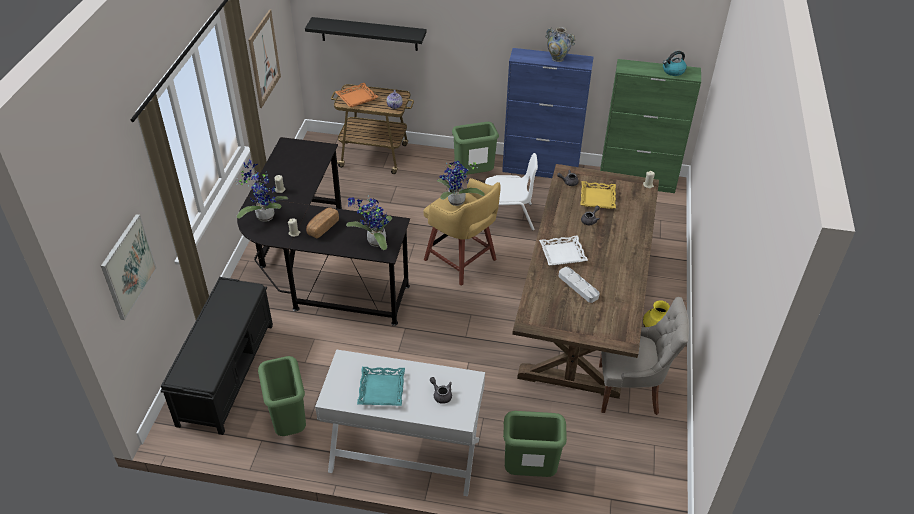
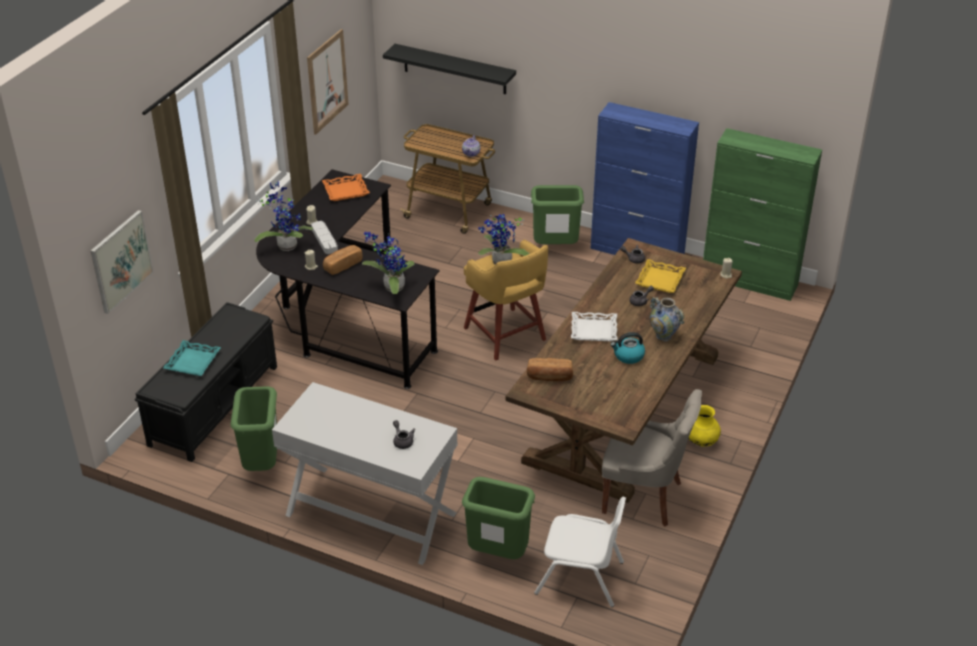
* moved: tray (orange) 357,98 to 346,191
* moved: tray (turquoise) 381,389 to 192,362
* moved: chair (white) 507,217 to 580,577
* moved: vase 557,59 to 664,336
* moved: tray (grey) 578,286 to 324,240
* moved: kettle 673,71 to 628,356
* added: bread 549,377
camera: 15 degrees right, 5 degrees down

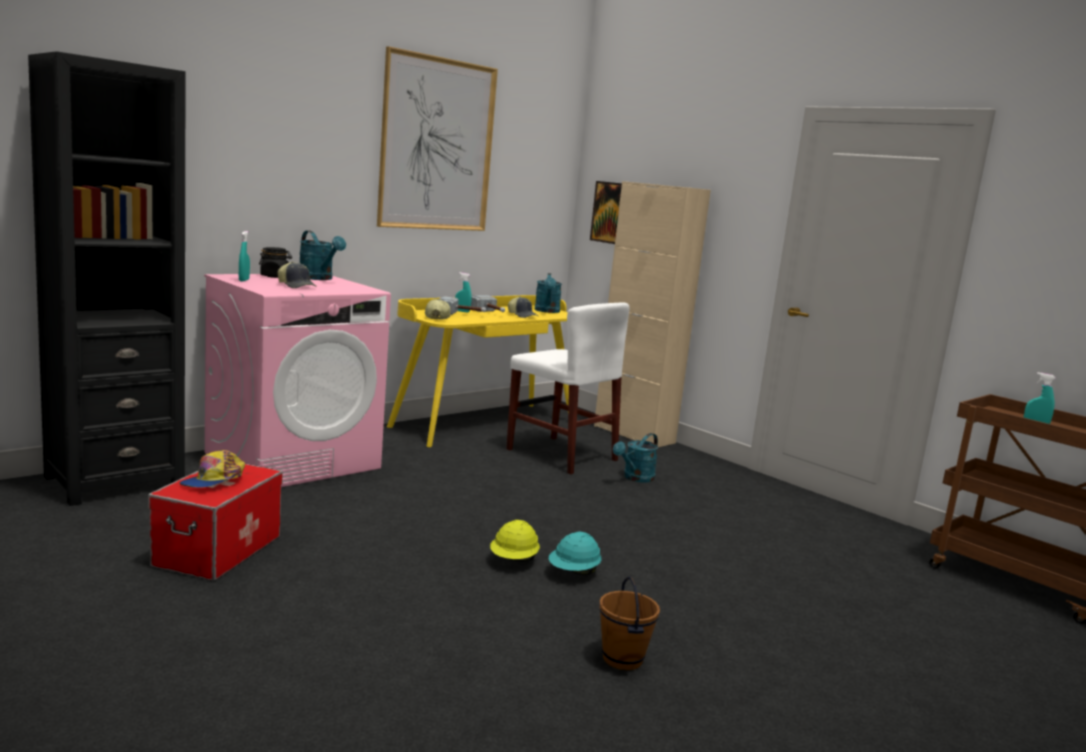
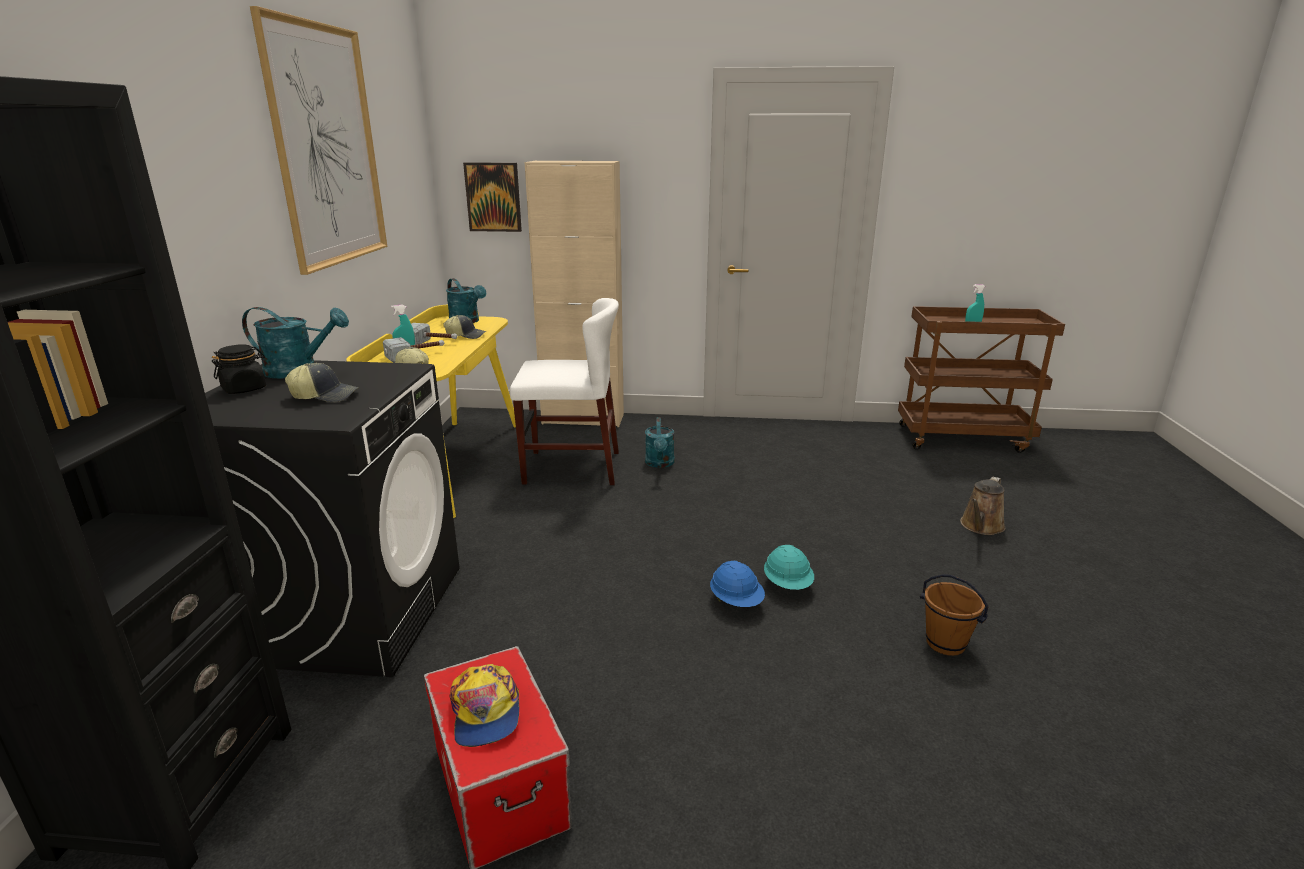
* recoloured: washing machine (pink) 293,460 to washing machine (black) 352,611
* removed: spray bottle (turquoise) 244,280
* recoloured: hard hat (yellow) 514,561 to hard hat (blue) 736,602
* added: watering can (brown) 981,526
camera: 40 degrees left, 10 degrees up

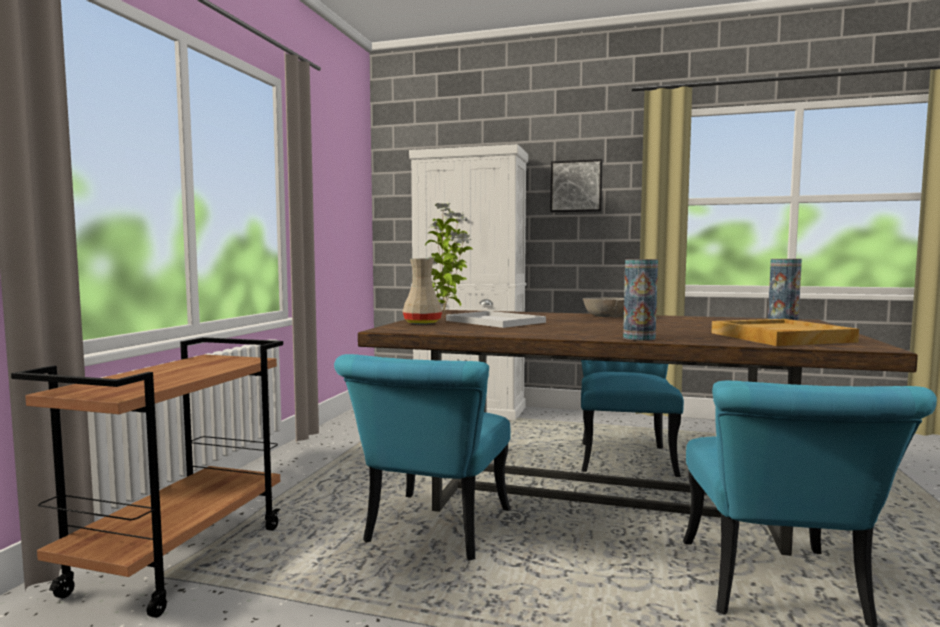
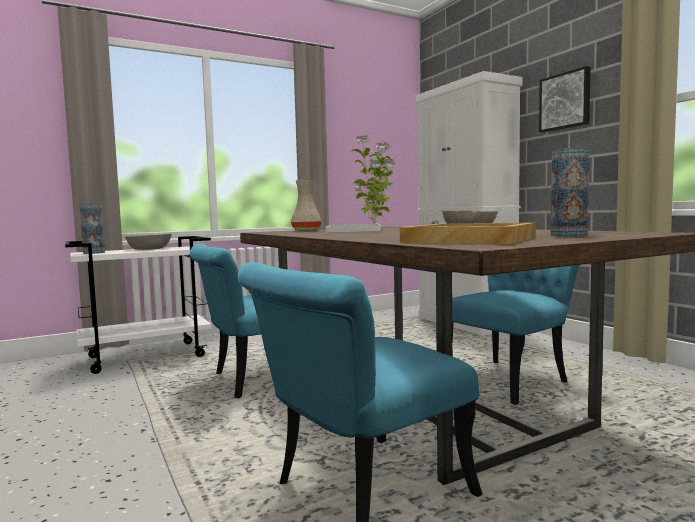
* recoloured: cart (brown) 179,558 to cart (white) 147,356
* moved: vase 639,338 to 94,253
* added: bowl (grey) 149,249
camera: 45 degrees right, 0 degrees up

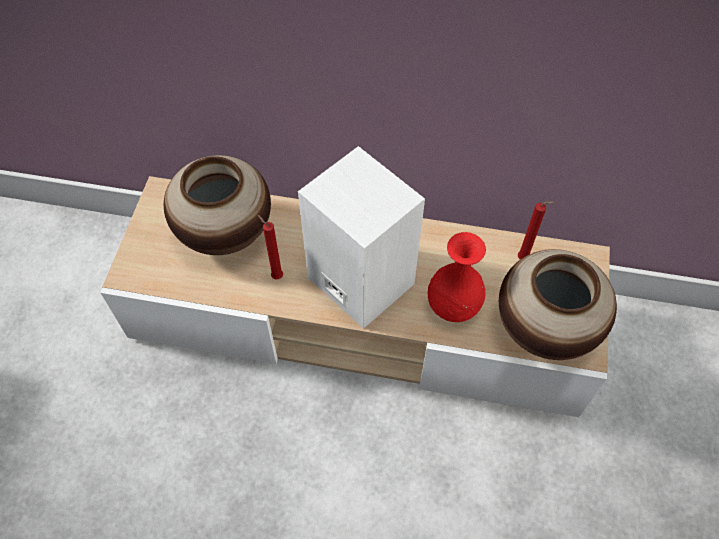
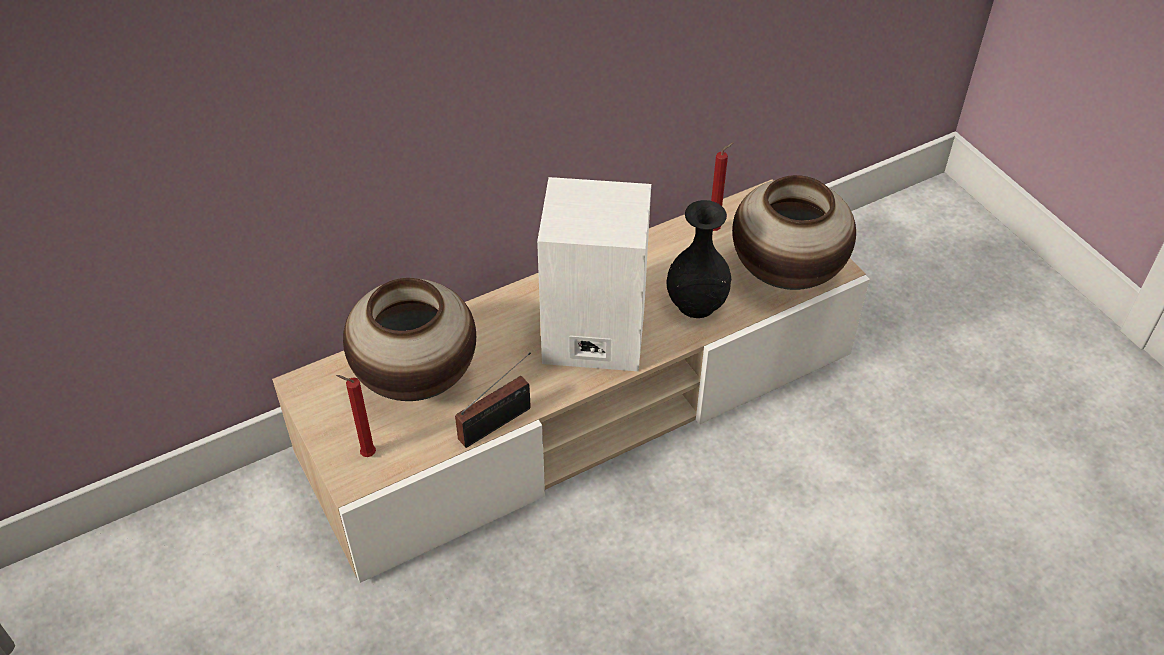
* moved: candle (red) 275,275 to 366,454
* recoloured: vase (red) 452,307 to vase (black) 696,304
* added: radio 499,422
camera: 40 degrees left, 10 degrees down

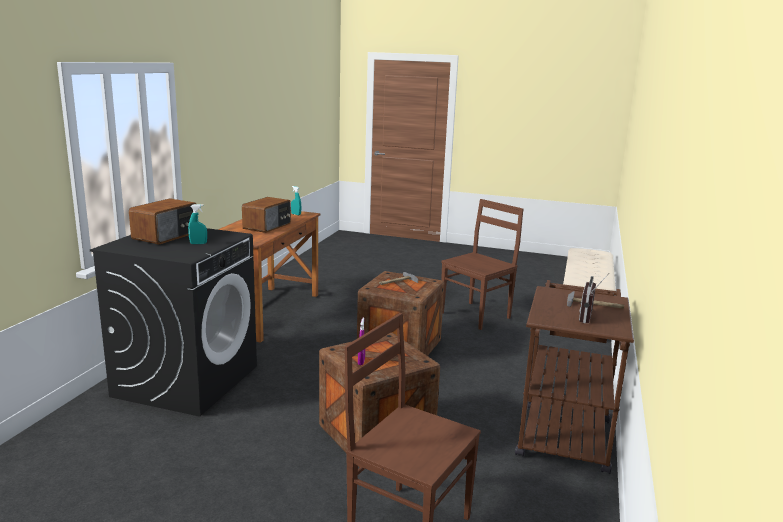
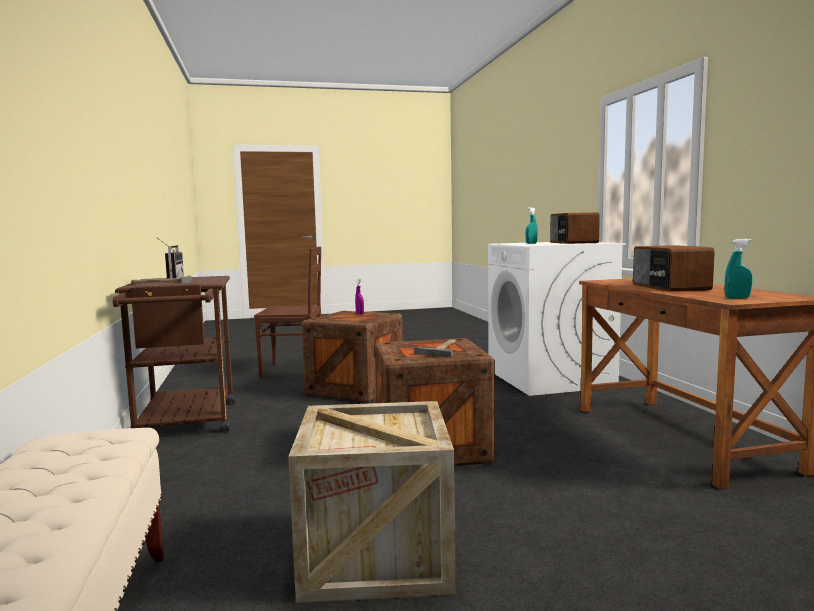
* recoloured: washing machine (black) 186,380 to washing machine (white) 550,378
* replaced: chair (brown) 476,315 to crate 376,554
camera: 150 degrees right, 10 degrees down

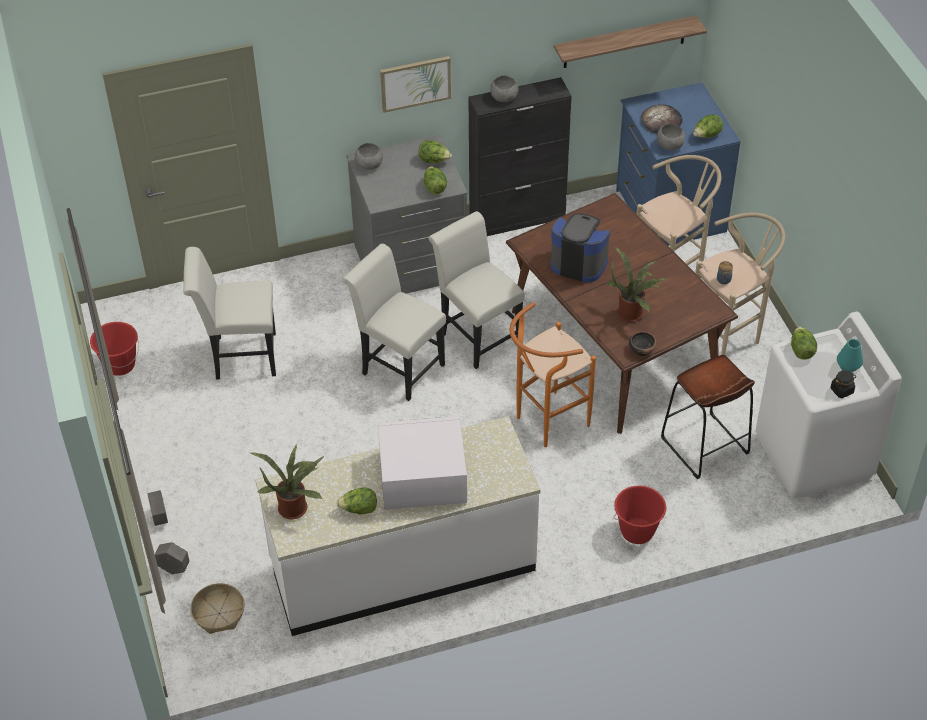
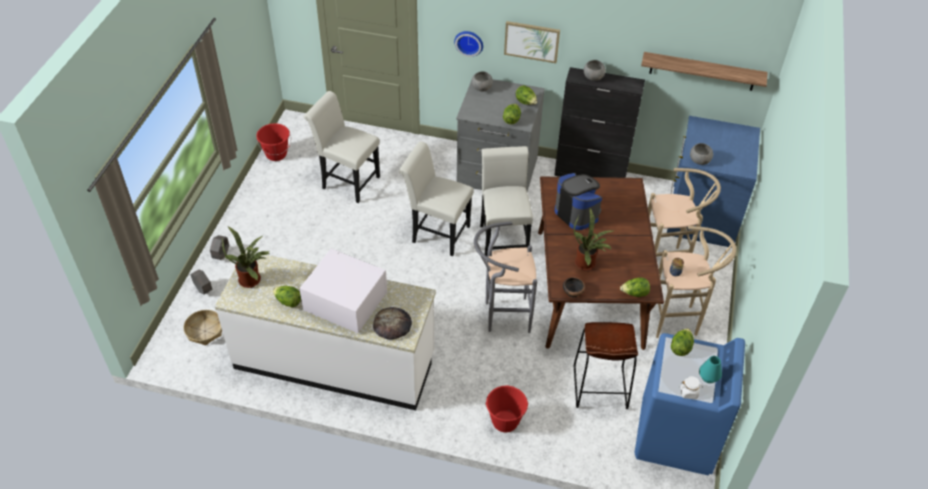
* turned: chair (white) 398,366 = 436,233 45 degrees counterclockwise
* recoloured: stool (orange) 546,423 to stool (grey) 502,316
* moved: bread 661,121 to 392,325
* moved: lettuce 706,136 to 634,293
* recoloured: washing machine (white) 813,456 to washing machine (blue) 676,436
* recoloured: jar (black) 842,390 to jar (white) 689,392
* added: wall clock 469,42
camera: 30 degrees right, 0 degrees up

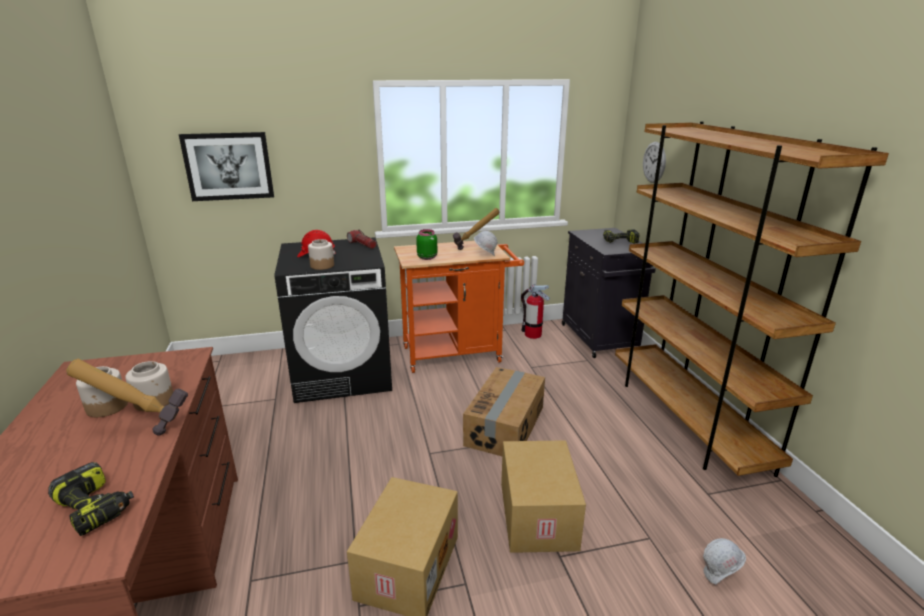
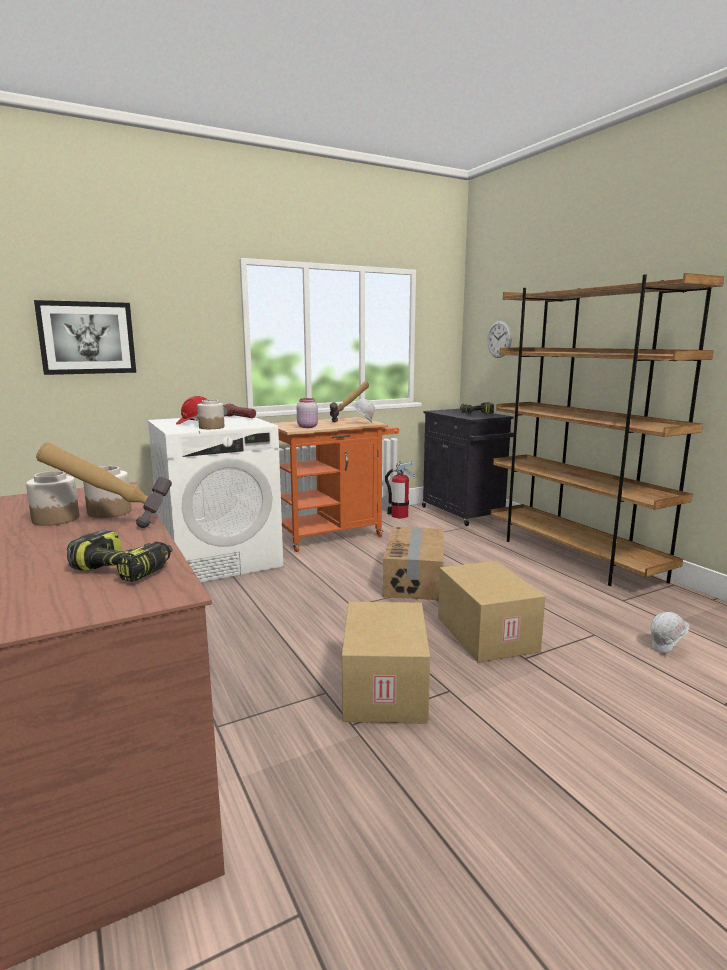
* recoloured: washing machine (black) 343,373 to washing machine (white) 220,559
* recoloured: jar (green) 427,257 to jar (pink) 307,427
camera: 15 degrees left, 10 degrees down

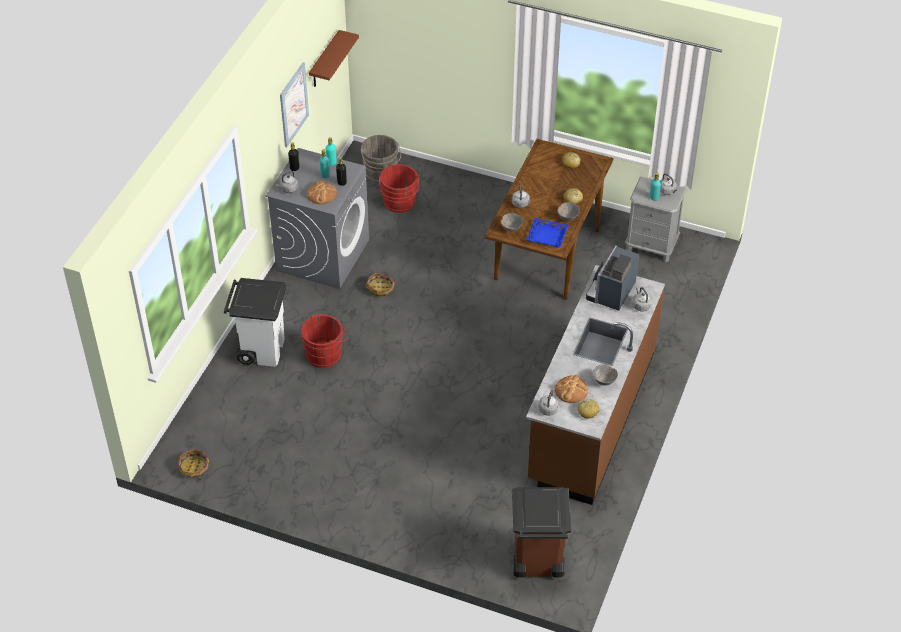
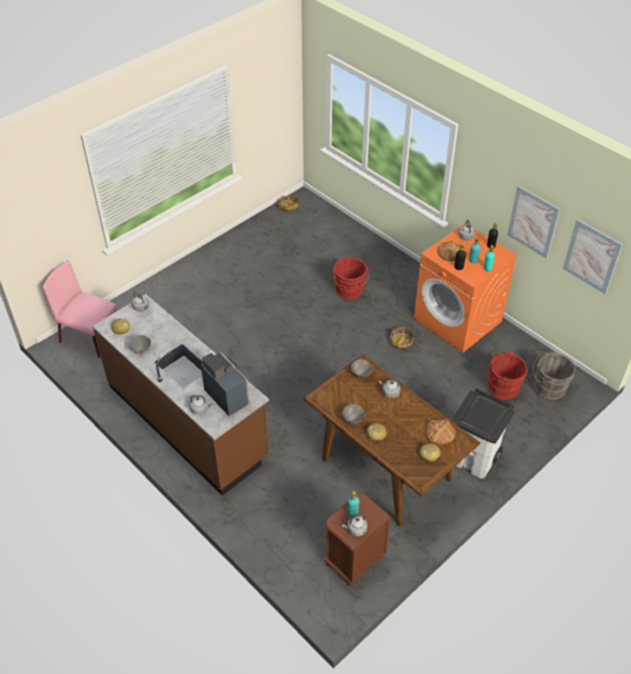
* moved: trash can (white) 261,349 to 474,458
* recoloured: washing machine (grey) 323,254 to washing machine (orange) 458,320
* replaced: shelf (brown) 324,61 to picture 592,256
* replaced: trash can (brown) 537,561 to chair (pink) 91,338
* removed: tray (blue) 547,236
* moved: bread 571,390 to 439,432
* recoloured: nightstand (grey) 651,246 to nightstand (brown) 354,561
camera: 115 degrees right, 0 degrees up

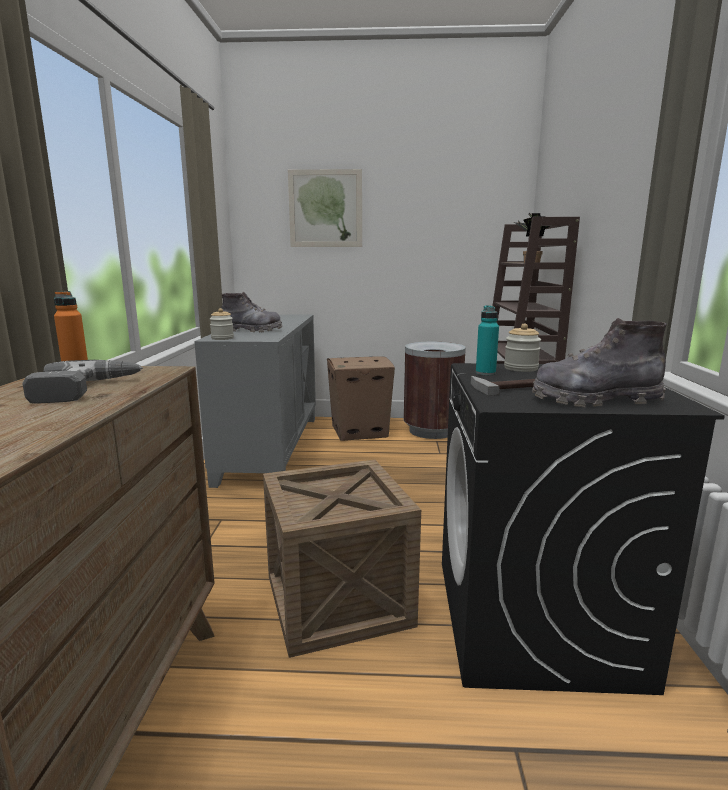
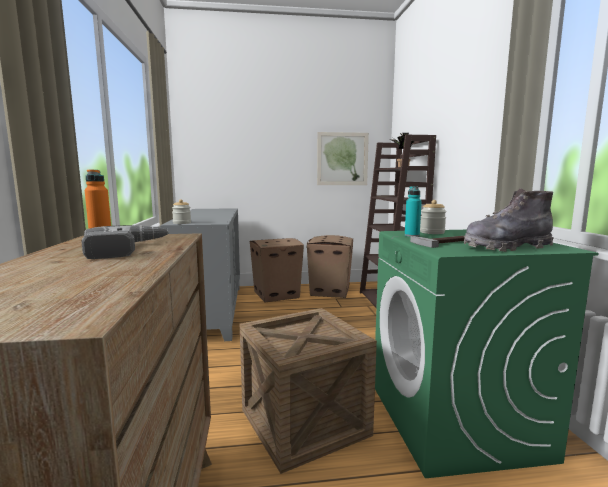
* removed: boot (grey) 252,330
* moved: picture 325,209 to 342,159
* replaced: trash can (brown) 432,431 to cardboard box 329,291
* recoloured: washing machine (black) 535,621 to washing machine (green) 455,420
camera: 10 degrees left, 5 degrees down

